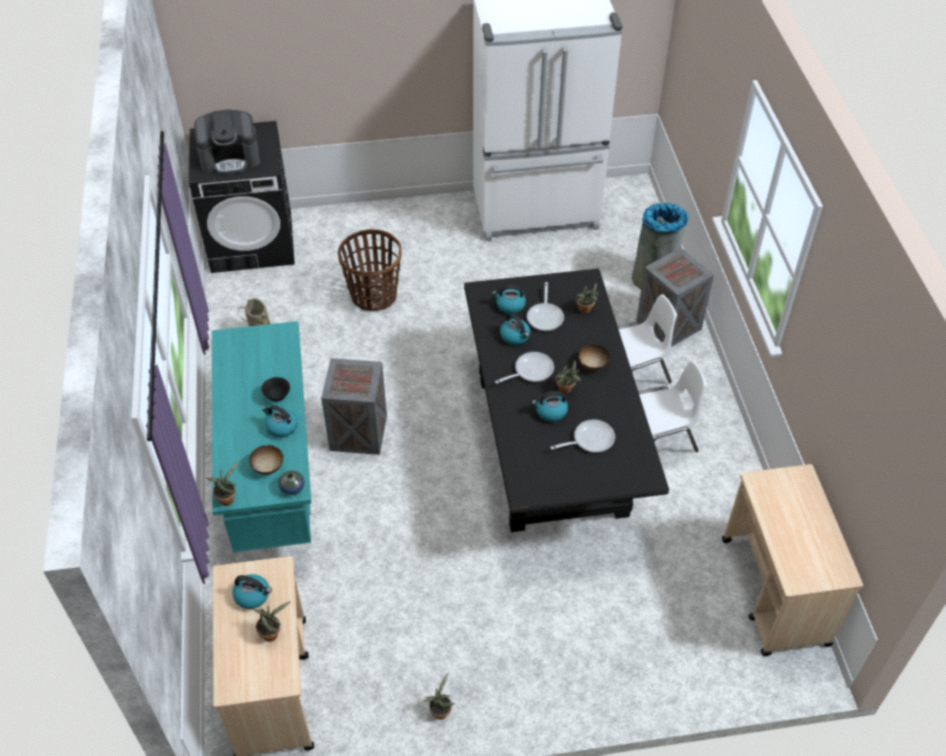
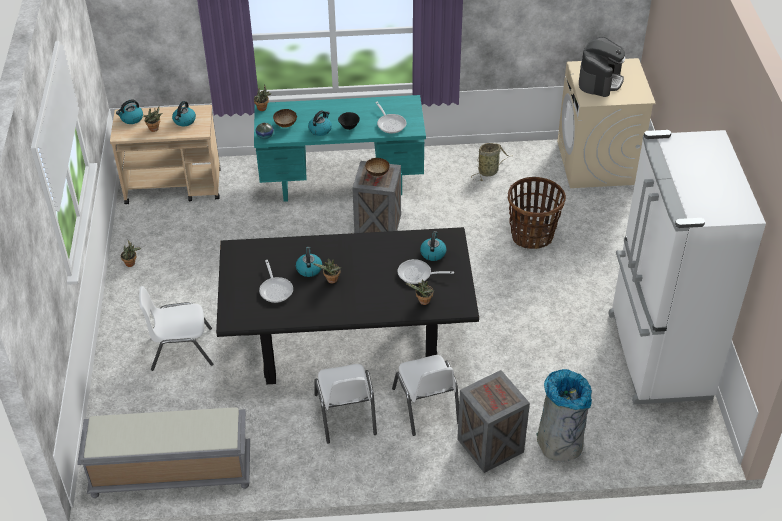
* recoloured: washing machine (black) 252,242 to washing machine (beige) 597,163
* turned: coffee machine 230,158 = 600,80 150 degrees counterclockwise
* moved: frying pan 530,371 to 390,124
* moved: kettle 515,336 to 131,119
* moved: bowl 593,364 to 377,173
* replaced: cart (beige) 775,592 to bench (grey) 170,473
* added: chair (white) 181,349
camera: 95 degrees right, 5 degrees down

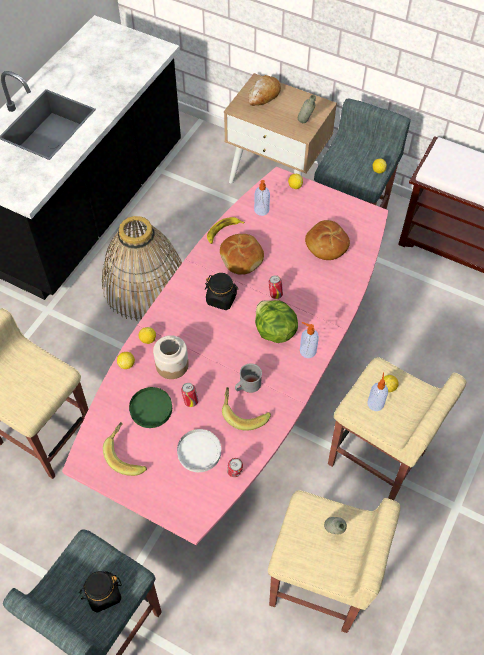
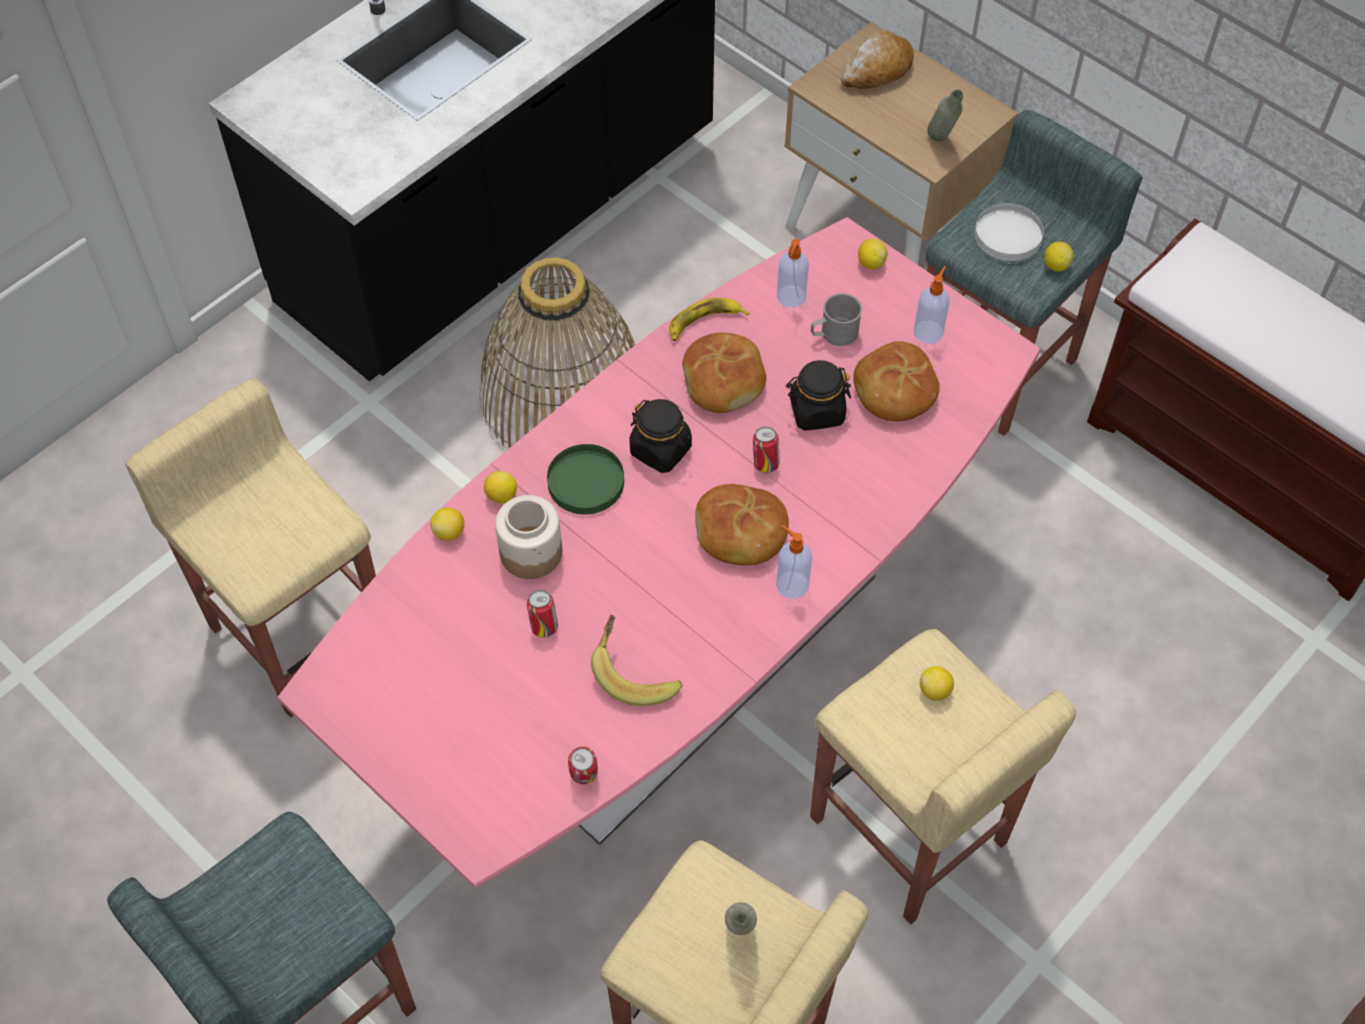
* moved: jar (black) 103,594 to 816,411
* removed: banana 127,454
* moved: plate (green) 150,409 to 585,482
* moved: plate (white) 199,451 to 1008,234
* moved: mug (grey) 247,385 to 833,334
* replaced: lettuce 274,331 to bread 740,533
* moved: soap dispenser 375,403 to 929,331
camera: 15 degrees right, 0 degrees up

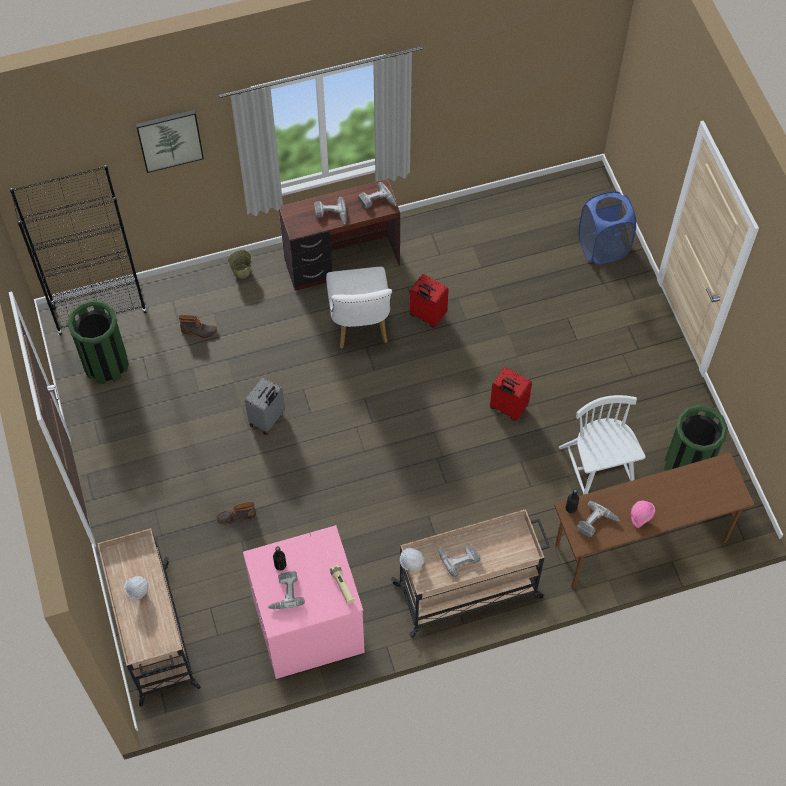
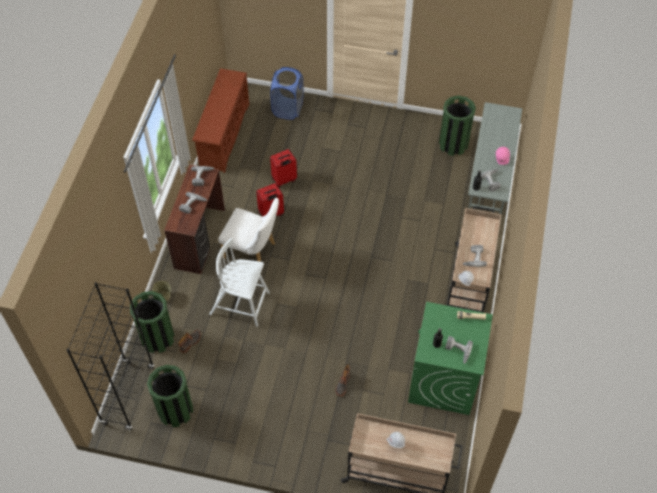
* removed: picture 169,139
* recoloured: washing machine (pink) 307,627 to washing machine (green) 443,380
* removed: suitcase (grey) 267,419
* moved: suitcase (red) 507,408 to 284,180
* recoloured: desk (brown) 640,544 to desk (grey) 487,189
* moved: chair (white) 596,472 to 241,304
* added: trash can (green) 157,338
* added: shoe rack (brown) 224,135
camera: 60 degrees left, 5 degrees down

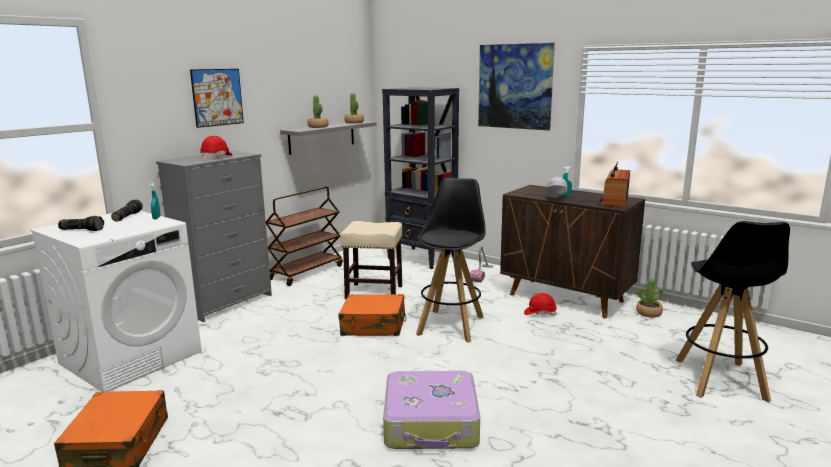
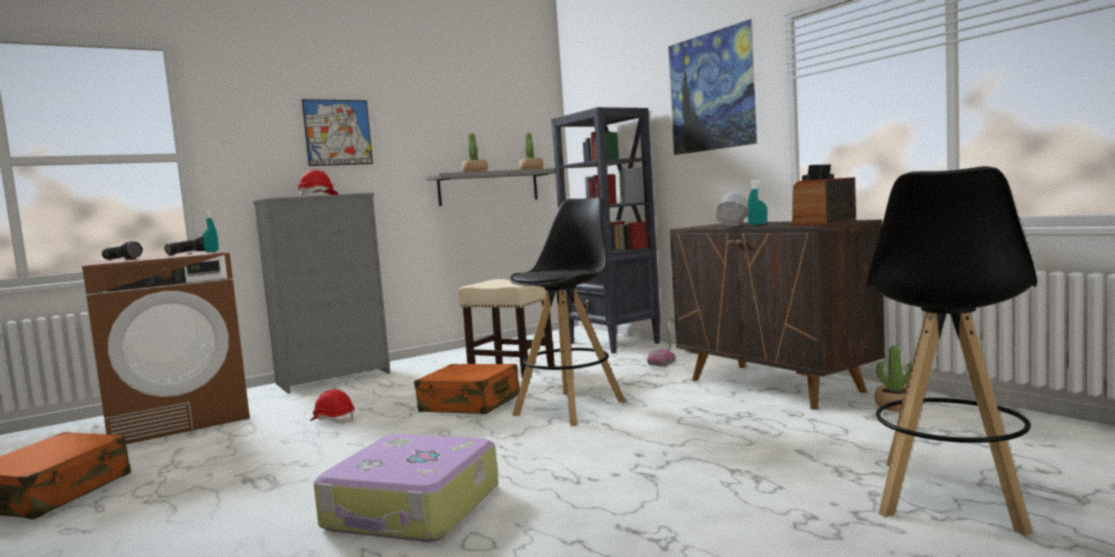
* recoloured: washing machine (white) 132,357 to washing machine (brown) 178,419
* removed: cart (brown) 306,272
* moved: hard hat (red) 540,313 to 333,420
camera: 20 degrees right, 10 degrees down

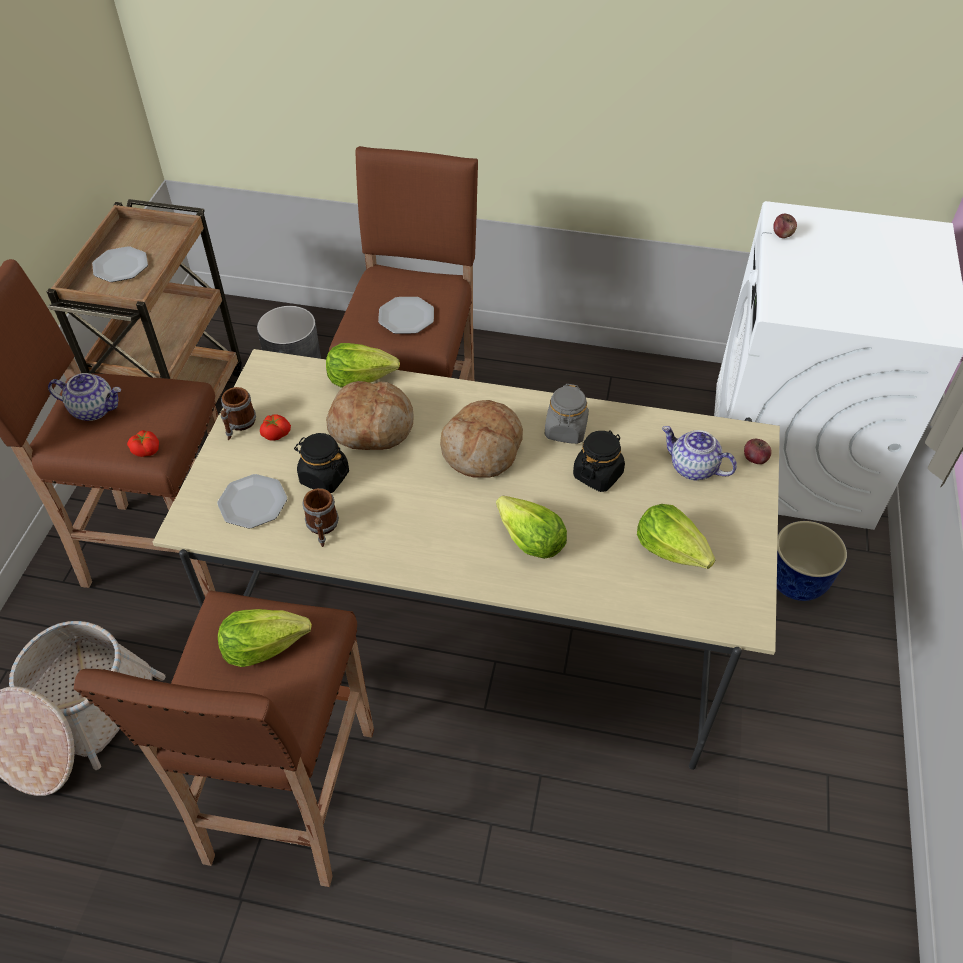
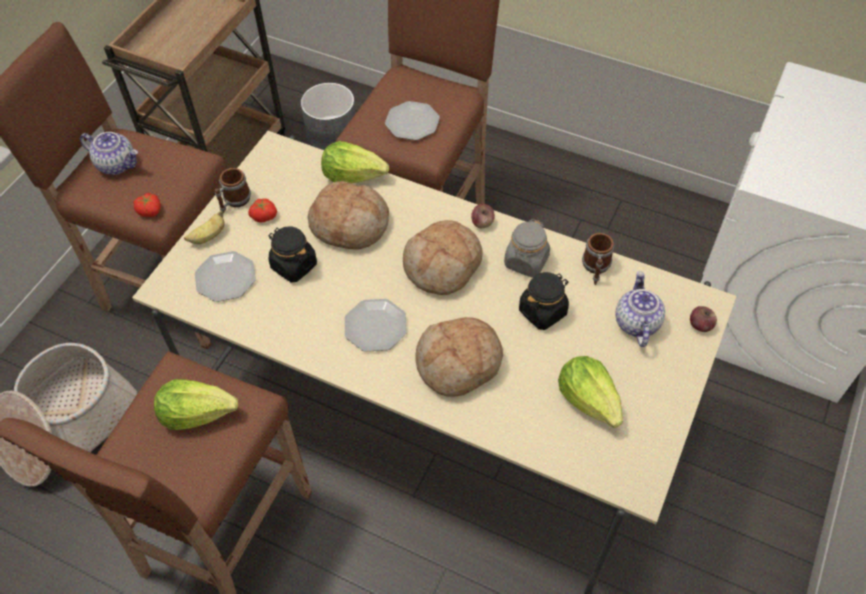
* moved: plate 120,266 to 375,326
* moved: mug 322,528 to 595,268
* replaced: lettuce 529,540 to bread 459,363
* turned: teapot 692,468 = 636,322 45 degrees clockwise
* moved: apple 782,234 to 482,223
* removed: planter 797,583
* added: banana 208,237
camera: 15 degrees right, 5 degrees up

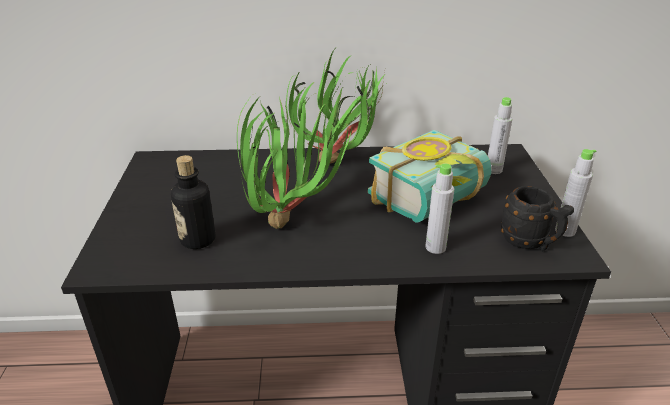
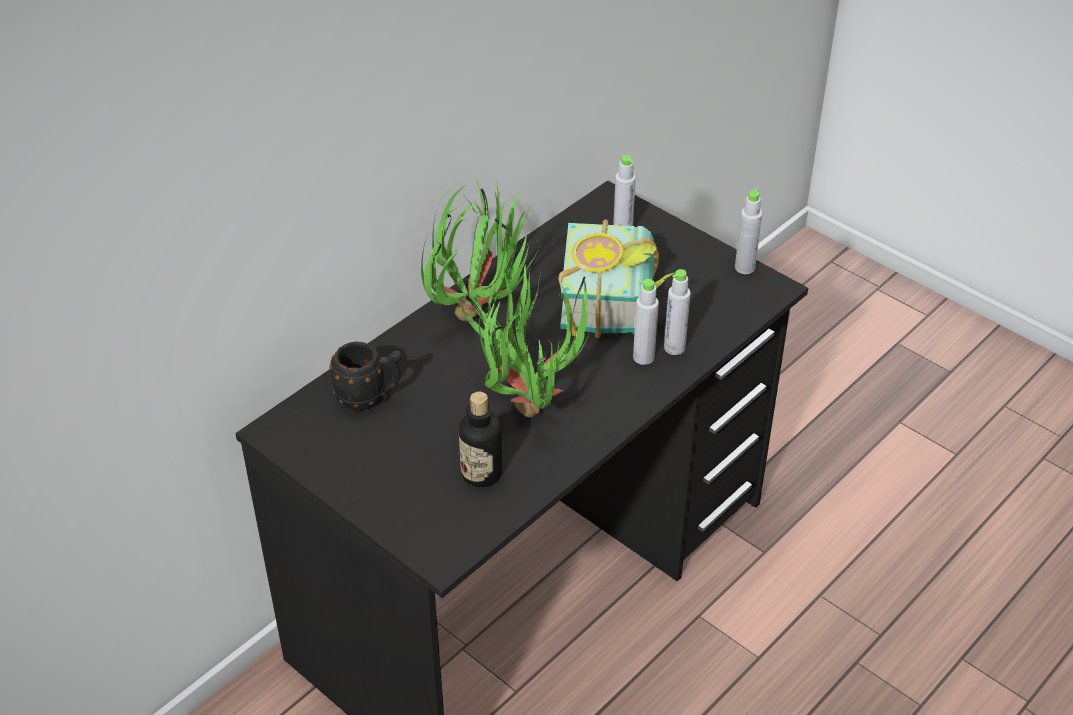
* moved: mug (black) 530,243 to 369,397
* added: bottle (grey) 643,357
camera: 45 degrees left, 10 degrees up

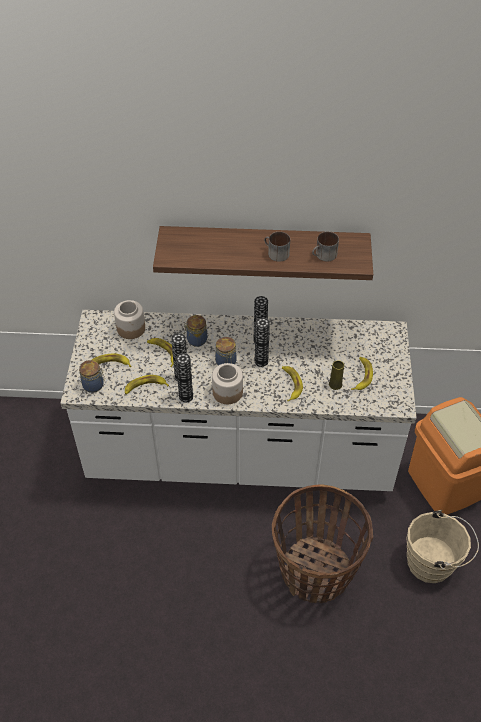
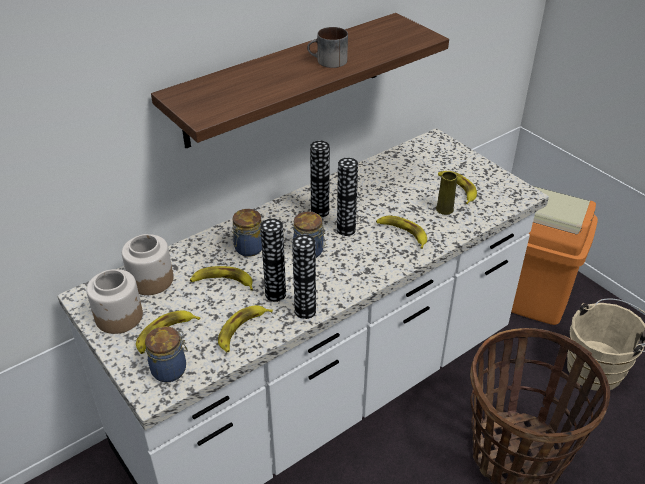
* moved: jar 228,392 to 120,316
* removed: mug 324,256
camera: 40 degrees left, 10 degrees down

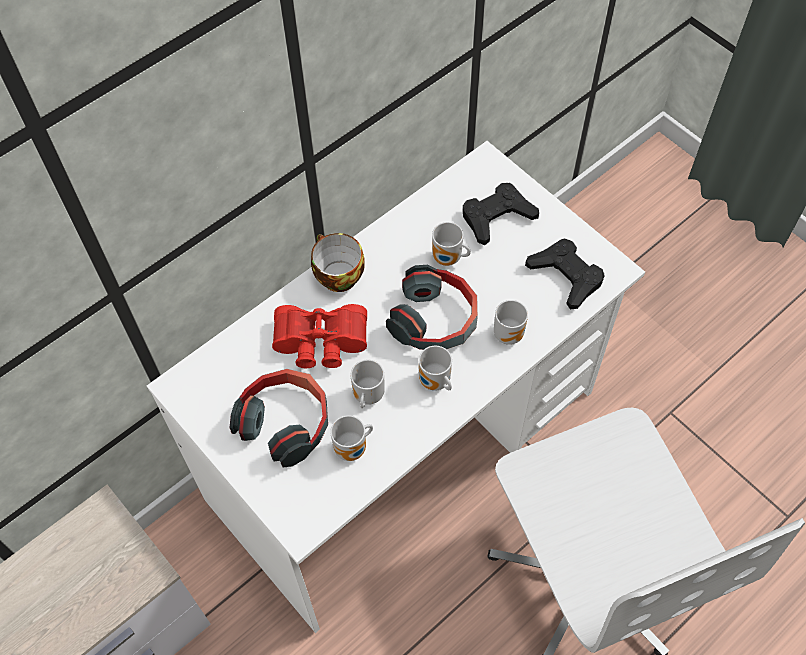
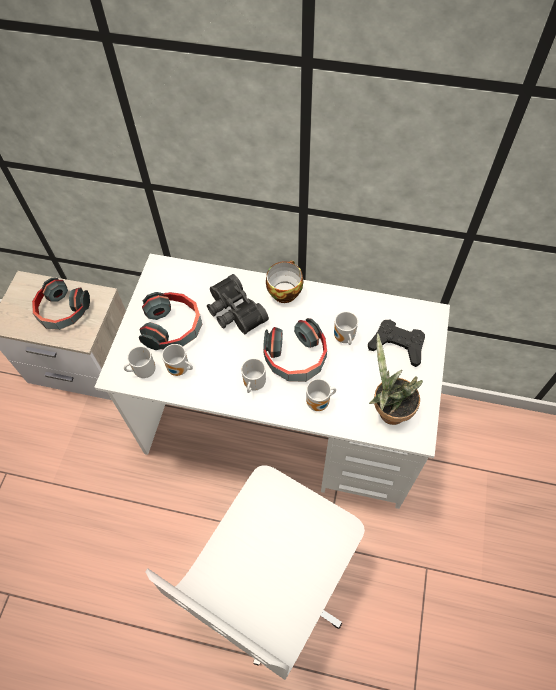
* recoloured: binoculars (red) 321,344 to binoculars (black) 233,312
* moved: mug 366,396 to 143,370
* replaced: game controller (black) 566,276 to potted plant 388,410
* added: headphones 62,311
camera: 55 degrees right, 0 degrees up

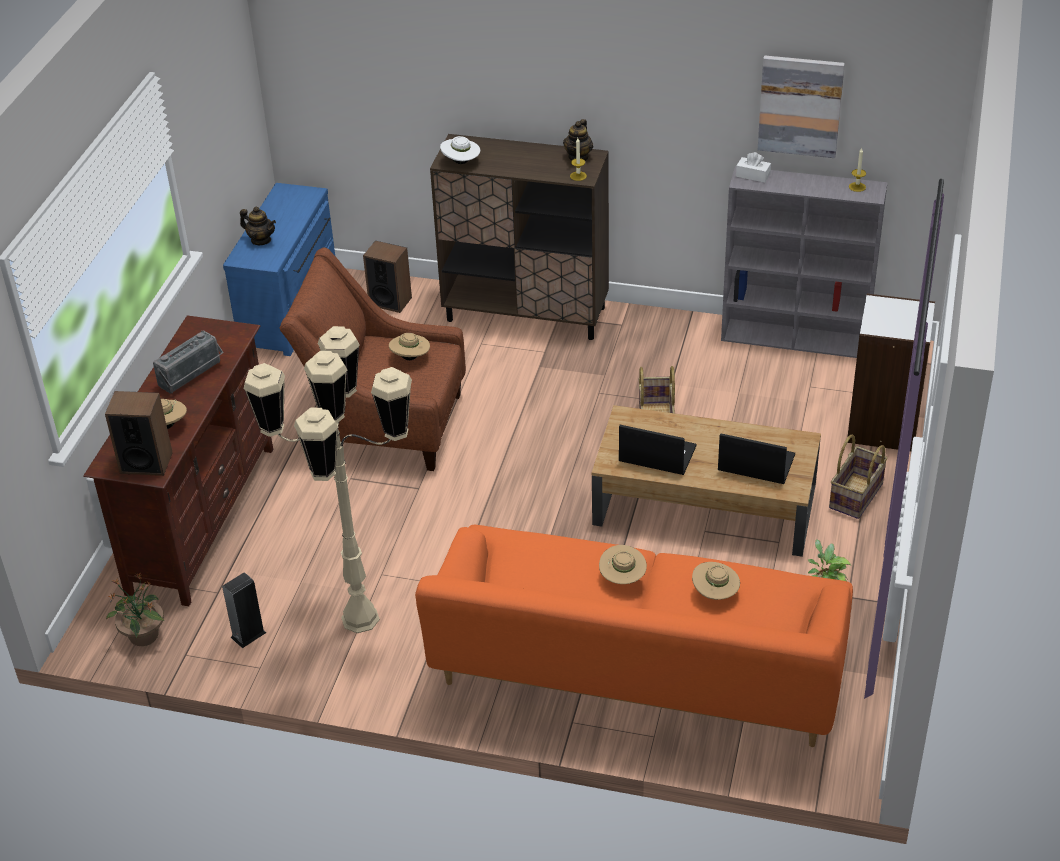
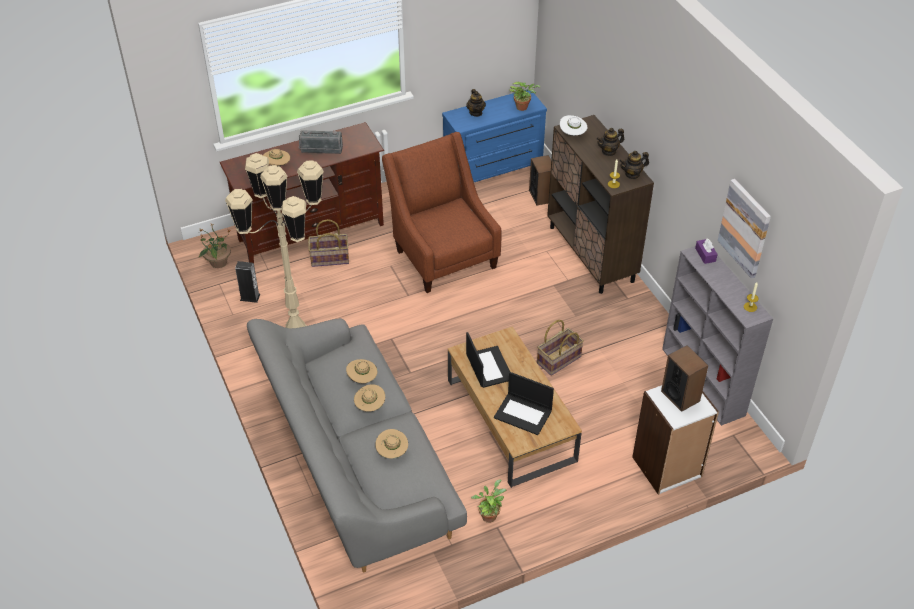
* moved: speaker 146,462 to 680,396
* moved: hat (beige) 410,358 to 362,378
* recoloured: sofa (orange) 637,668 to sofa (grey) 356,461
* turned: laptop 755,463 = 523,414 135 degrees clockwise
* recoloured: tissue box (white) 753,175 to tissue box (purple) 705,255
* moved: basket 856,496 to 329,259
* added: potted plant 523,107
* added: teapot 609,151
camera: 50 degrees right, 5 degrees up

